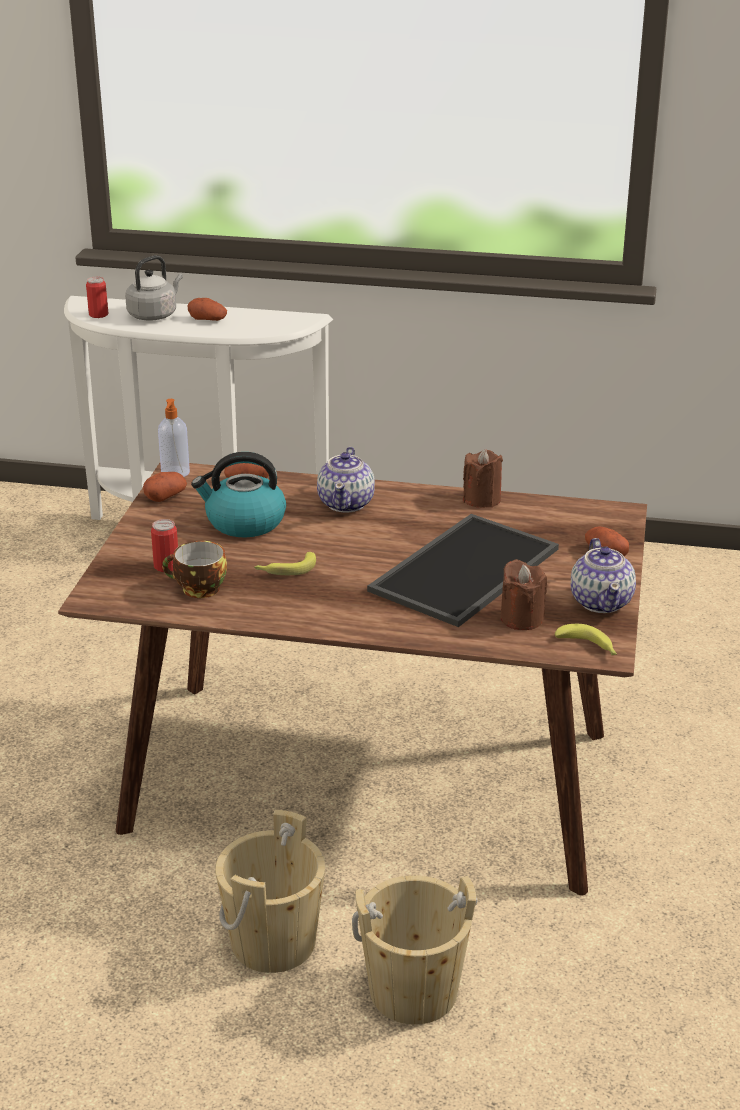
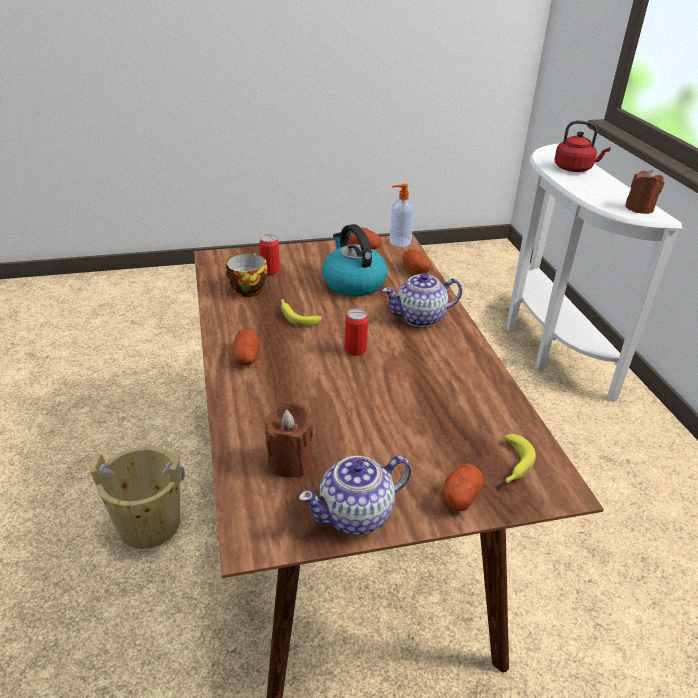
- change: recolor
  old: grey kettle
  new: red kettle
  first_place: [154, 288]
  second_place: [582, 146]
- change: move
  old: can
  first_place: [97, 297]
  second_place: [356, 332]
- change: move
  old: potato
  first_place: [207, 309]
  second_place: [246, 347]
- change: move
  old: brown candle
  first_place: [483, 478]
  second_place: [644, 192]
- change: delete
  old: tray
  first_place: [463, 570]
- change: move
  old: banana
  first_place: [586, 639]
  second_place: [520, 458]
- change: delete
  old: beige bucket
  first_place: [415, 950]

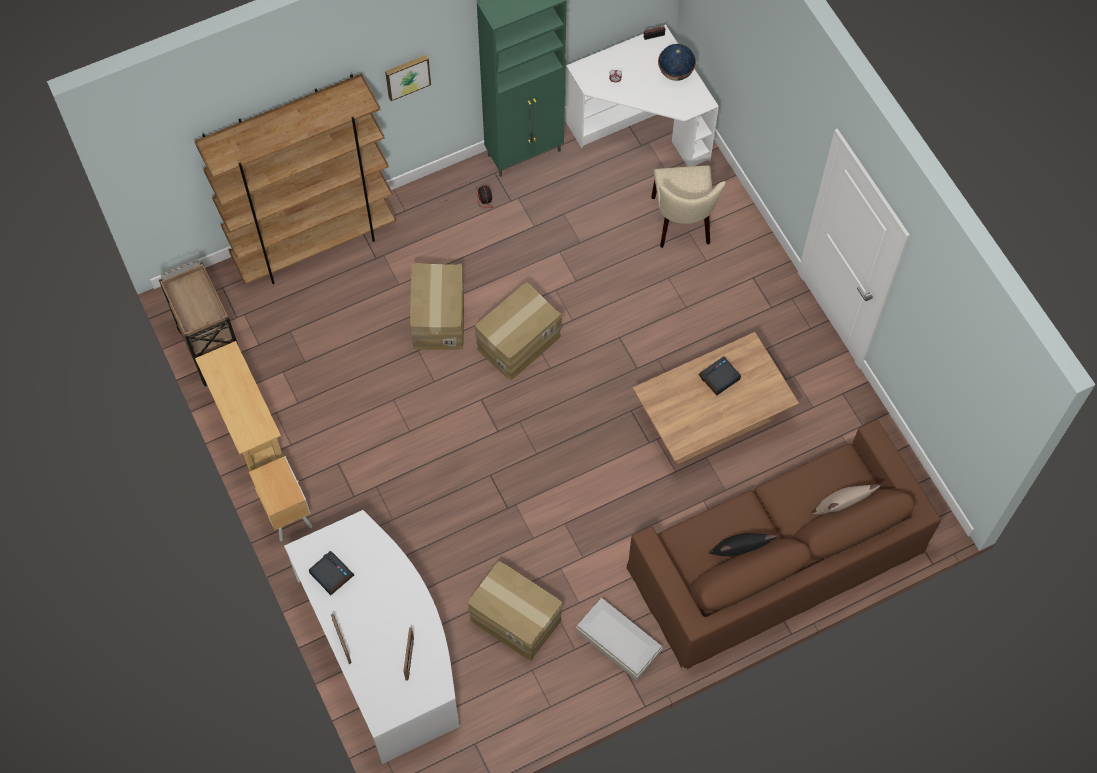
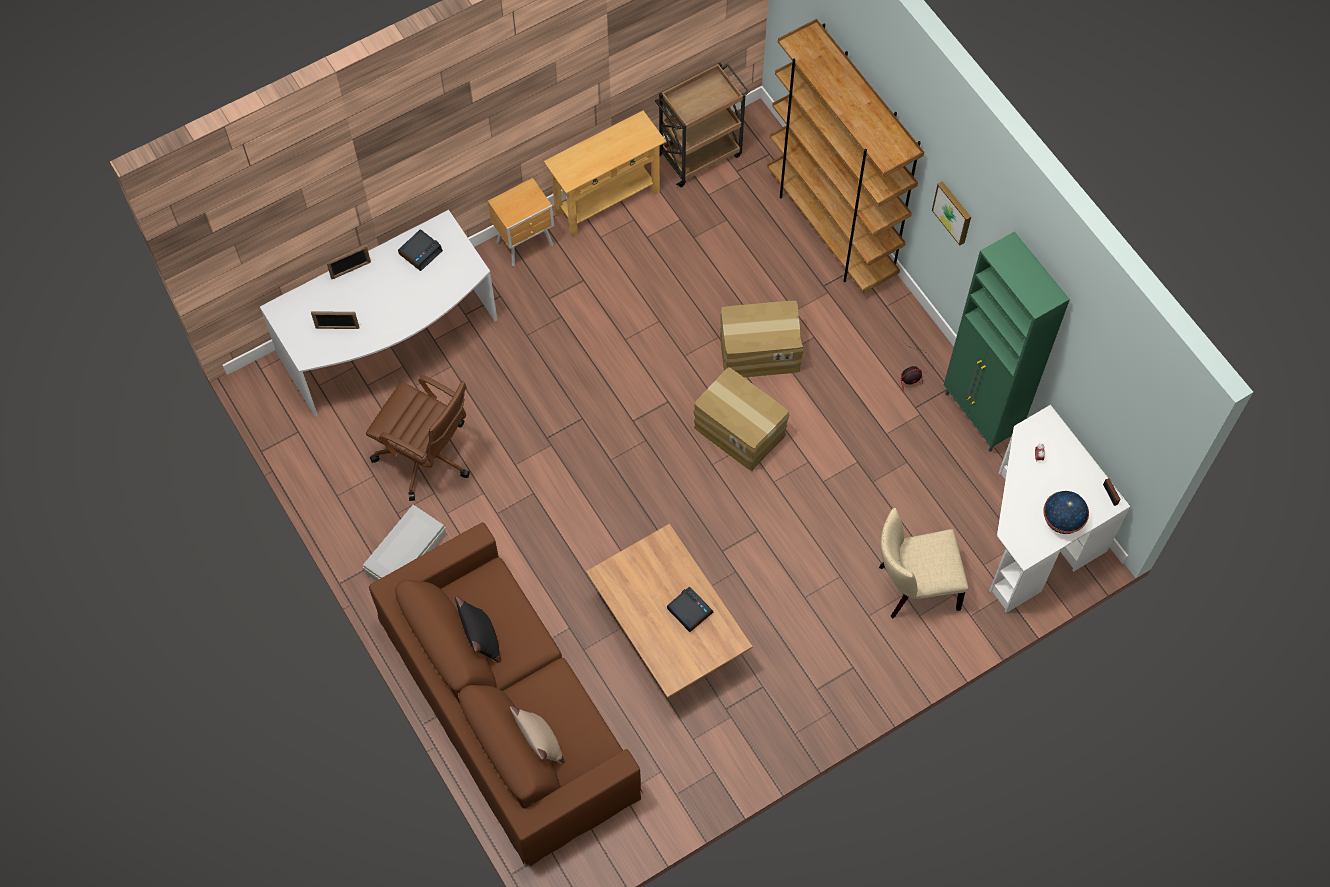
- change: replace
  old: cardboard box
  new: brown office chair
  first_place: [515, 611]
  second_place: [418, 438]

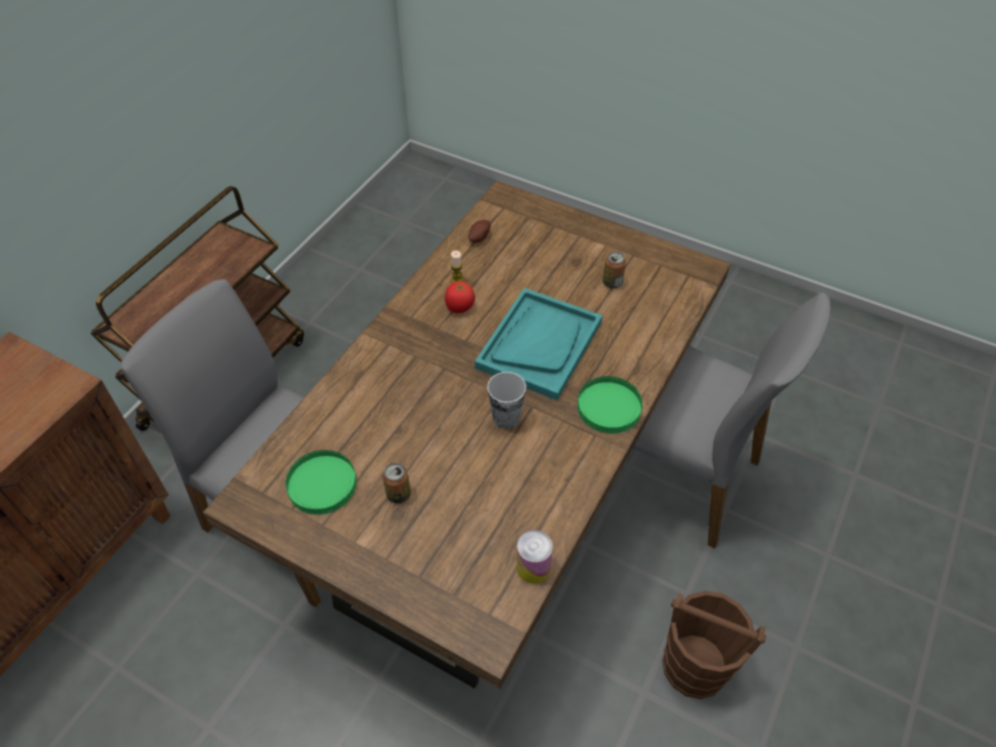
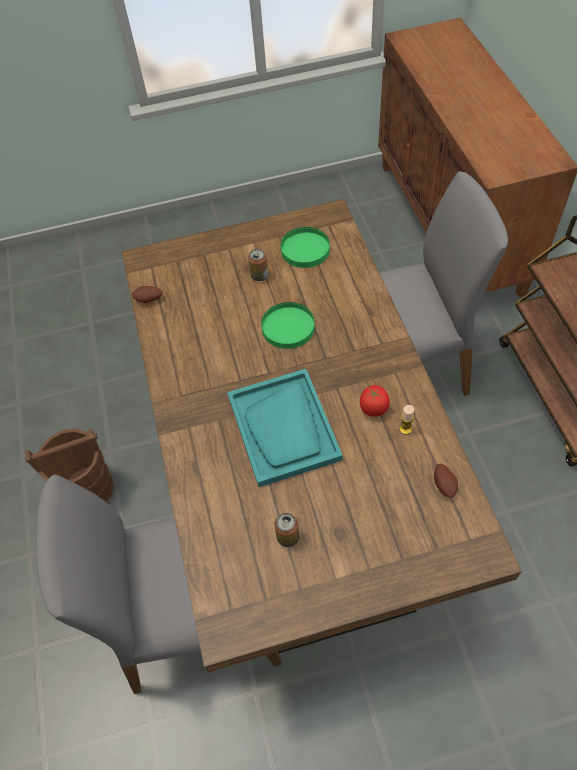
- change: delete
  old: cup
  first_place: [506, 400]
- change: move
  old: green plate
  first_place: [610, 405]
  second_place: [288, 325]
- change: replace
  old: can
  new: potato
  first_place: [534, 557]
  second_place: [147, 294]

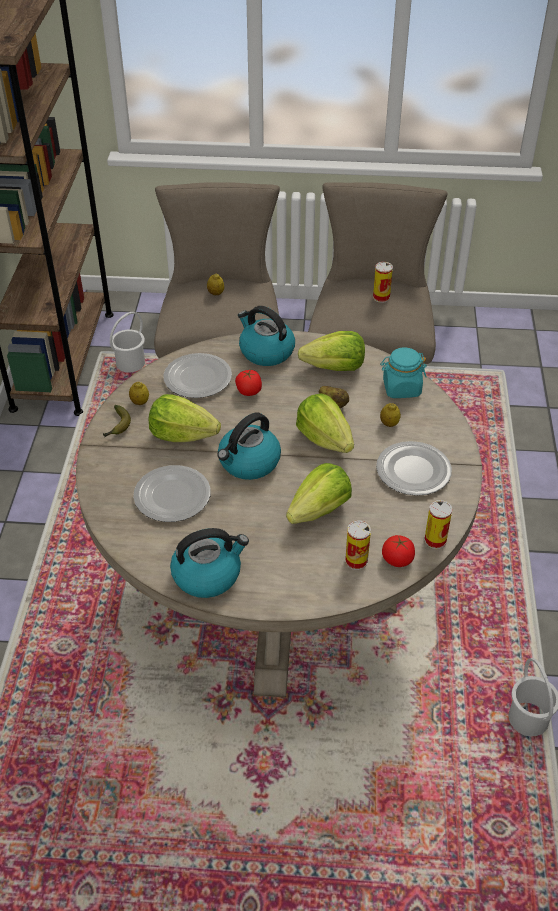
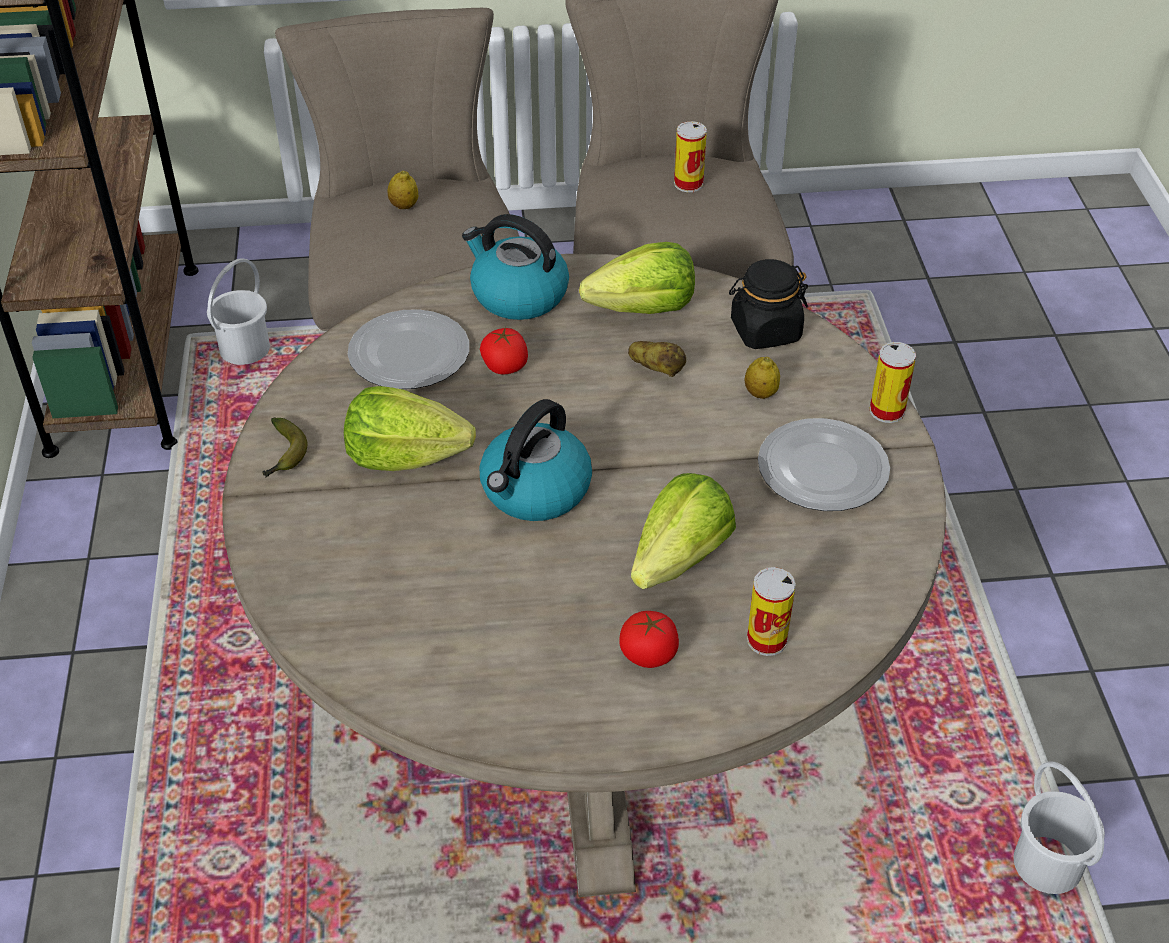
- change: recolor
  old: turquoise jar
  new: black jar
  first_place: [403, 372]
  second_place: [768, 304]
- change: delete
  old: lemon
  first_place: [139, 393]
- change: delete
  old: lettuce
  first_place: [325, 423]
- change: delete
  old: plate
  first_place: [172, 493]
- change: move
  old: can
  first_place: [438, 524]
  second_place: [893, 382]
- change: delete
  old: kettle
  first_place: [209, 563]
- change: move
  old: tomato
  first_place: [398, 551]
  second_place: [649, 639]

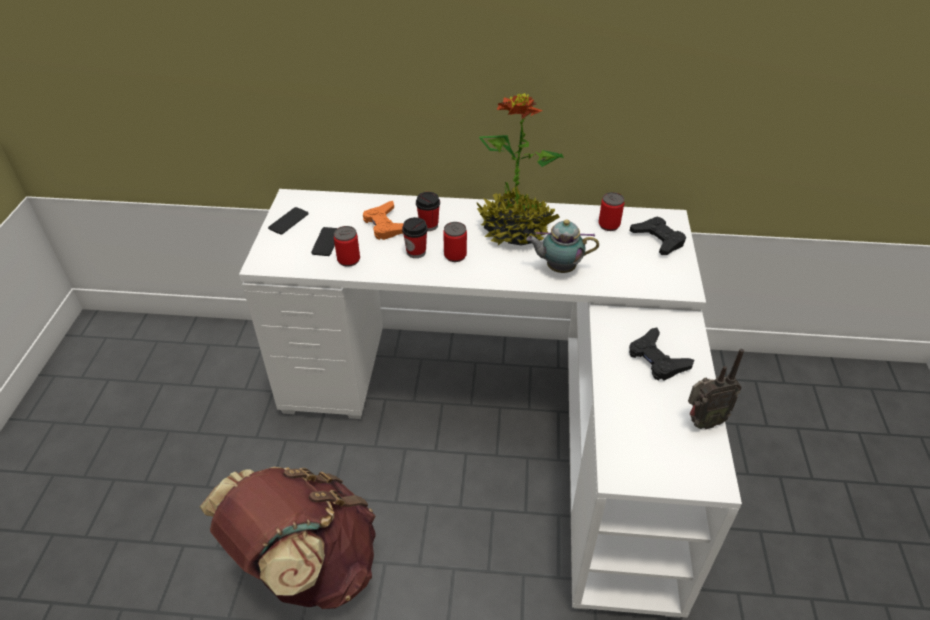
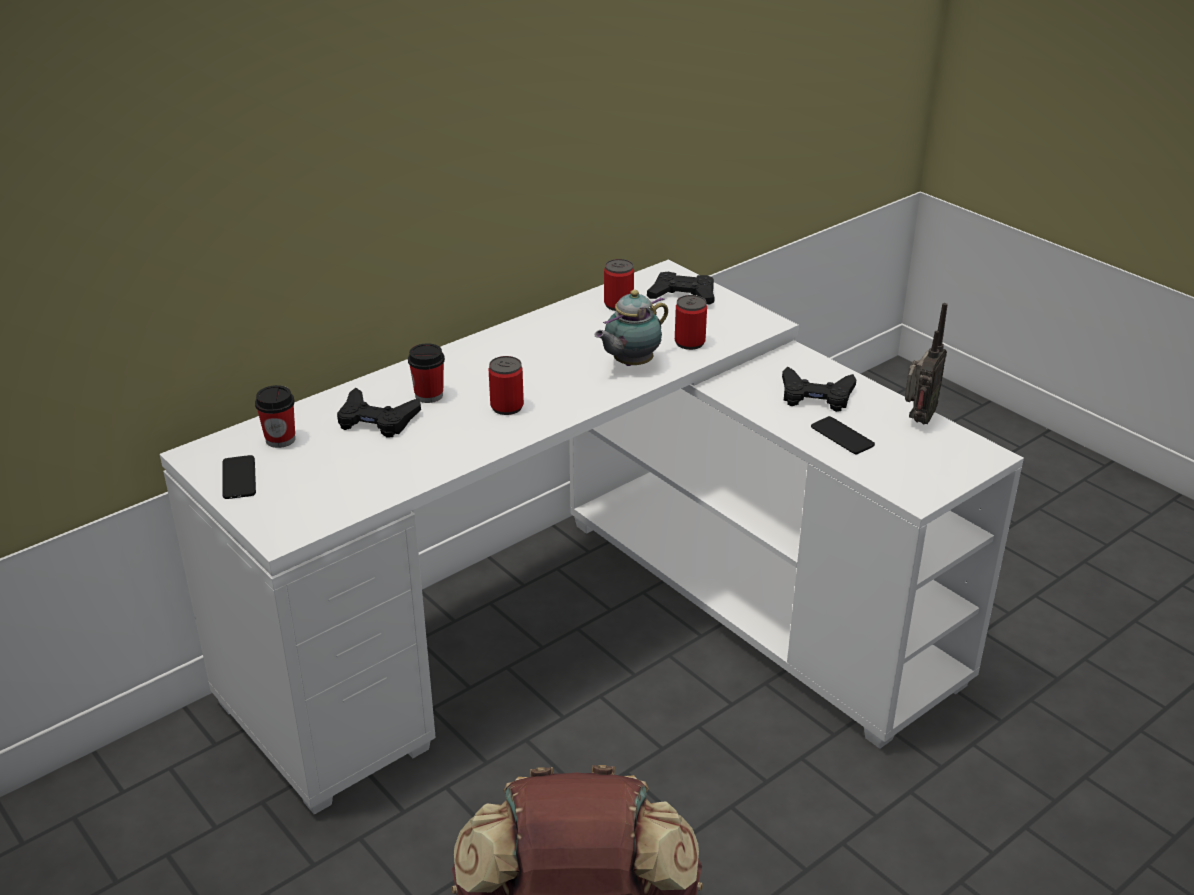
- change: delete
  old: potted plant
  first_place: [520, 169]
- change: recolor
  old: orange game controller
  new: black game controller
  first_place: [383, 220]
  second_place: [379, 413]
- change: move
  old: cup
  first_place: [415, 237]
  second_place: [275, 416]
- change: move
  old: can
  first_place: [347, 246]
  second_place: [691, 322]
- change: move
  old: phone
  first_place: [324, 241]
  second_place: [843, 435]

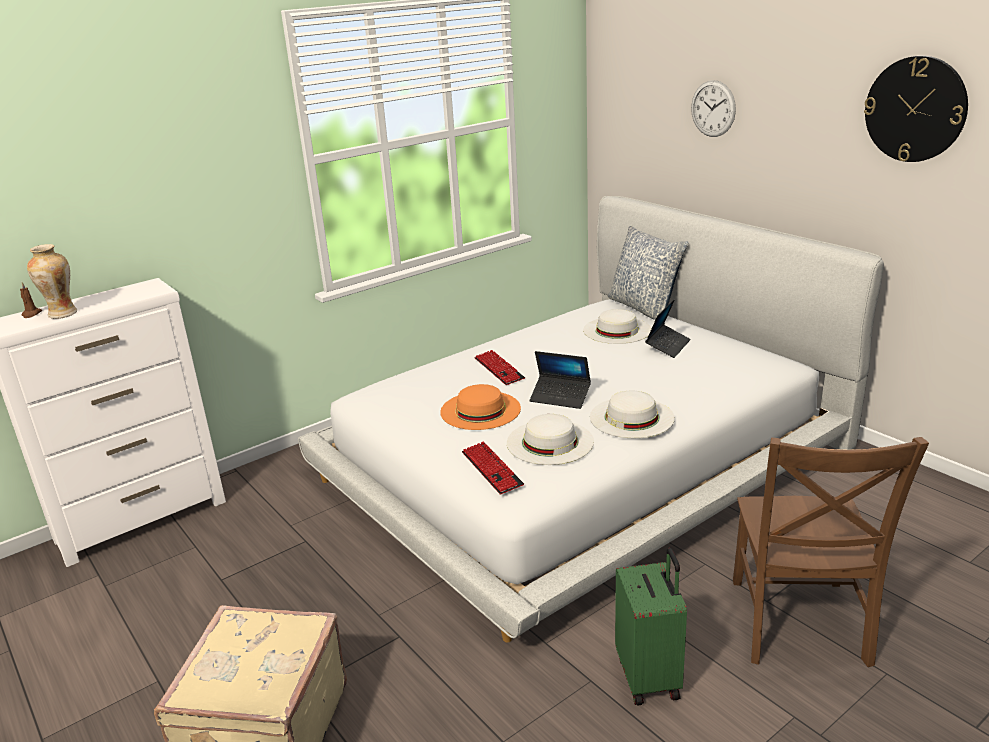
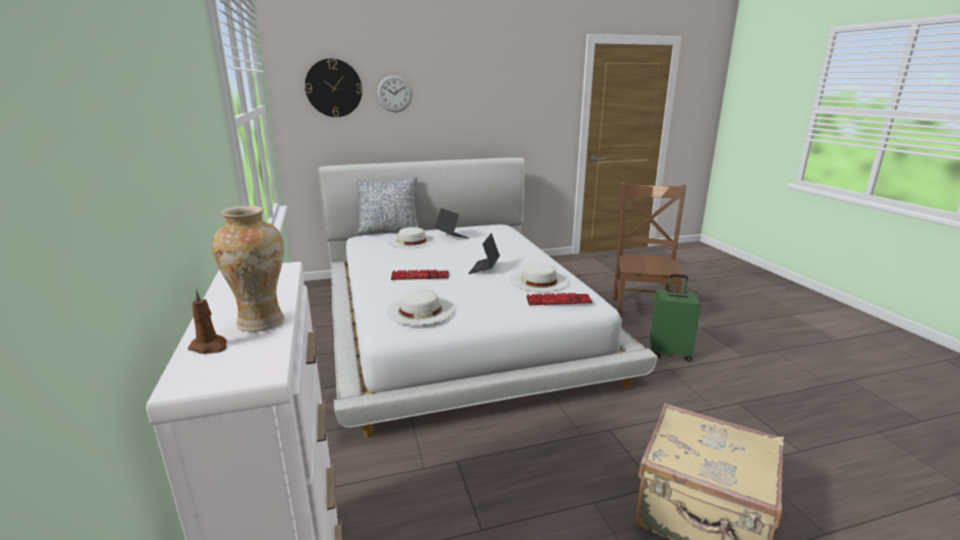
- change: move
  old: wall clock
  first_place: [916, 109]
  second_place: [333, 88]
- change: rotate
  old: laptop
  first_place: [560, 380]
  second_place: [484, 253]
  degrees: 150
- change: delete
  old: orange hat
  first_place: [480, 407]
- change: move
  old: white hat
  first_place: [632, 414]
  second_place: [420, 307]
- change: rotate
  old: brown chair
  first_place: [831, 552]
  second_place: [649, 249]
  degrees: -105

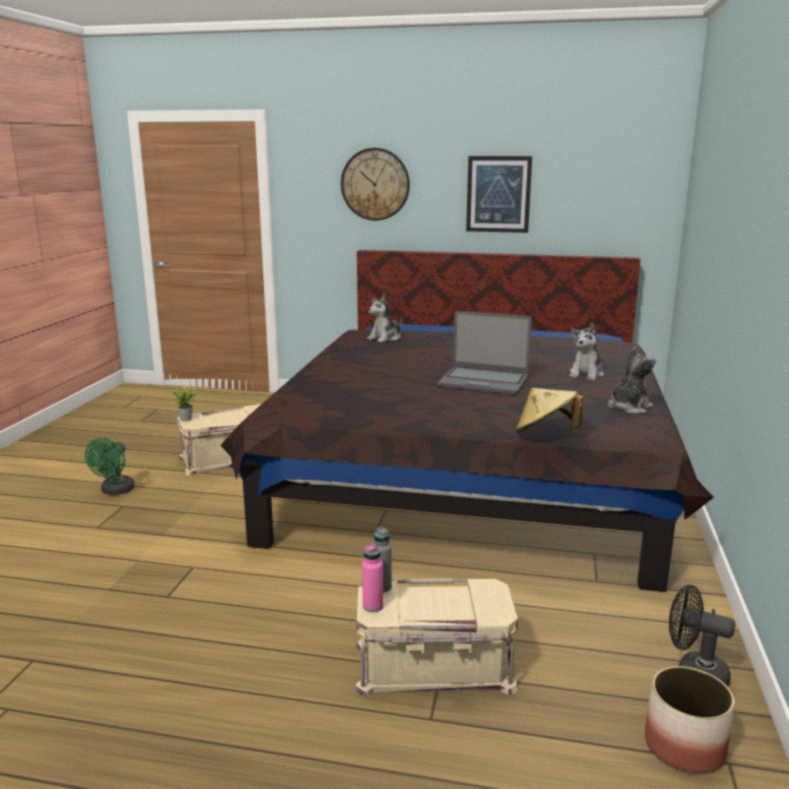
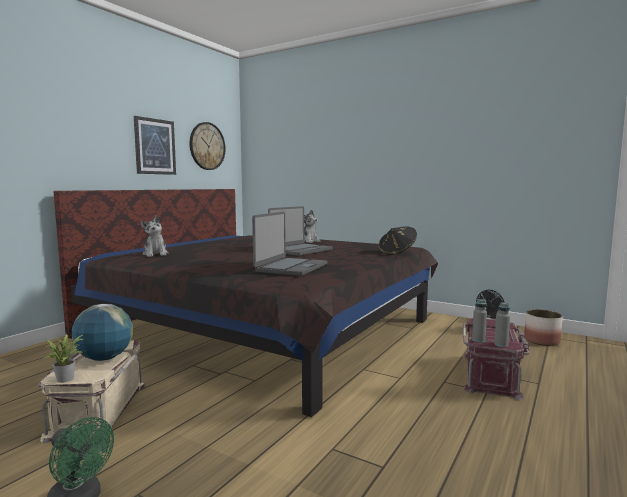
- change: move
  old: wall clock
  first_place: [375, 184]
  second_place: [208, 146]
- change: delete
  old: plush toy
  first_place: [632, 380]
- change: recolor
  old: beige hat
  new: black hat
  first_place: [549, 410]
  second_place: [397, 240]
- change: recolor
  old: pink bottle
  new: grey bottle
  first_place: [372, 577]
  second_place: [502, 324]
- change: recolor
  old: beige storage box
  new: red storage box
  first_place: [436, 638]
  second_place: [496, 359]
- change: insert
  new: laptop
  second_place: [289, 244]
- change: insert
  new: globe
  second_place: [102, 332]

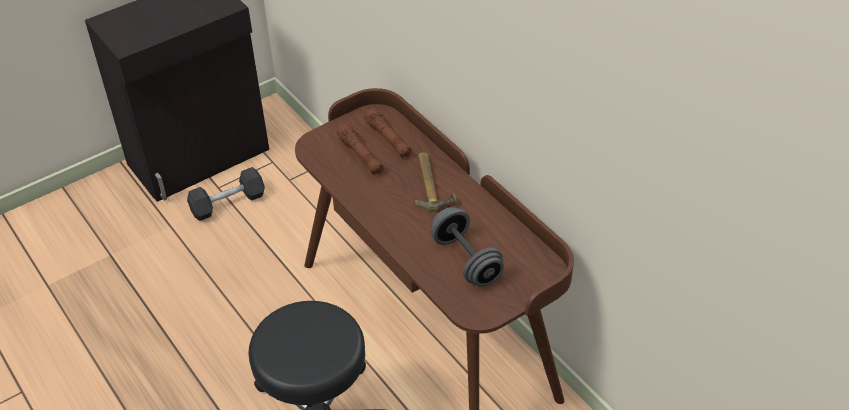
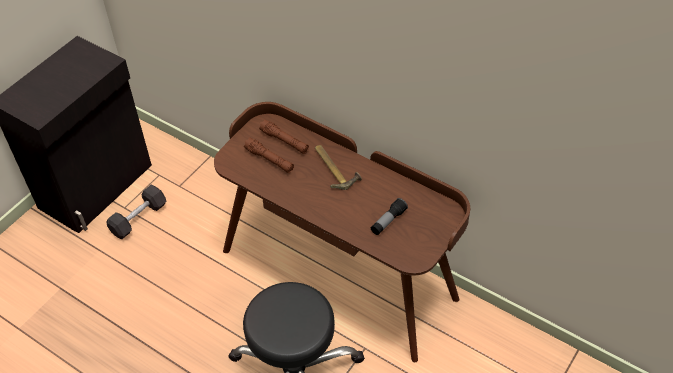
- change: replace
  old: grey dumbbell
  new: flashlight
  first_place: [467, 247]
  second_place: [389, 216]

